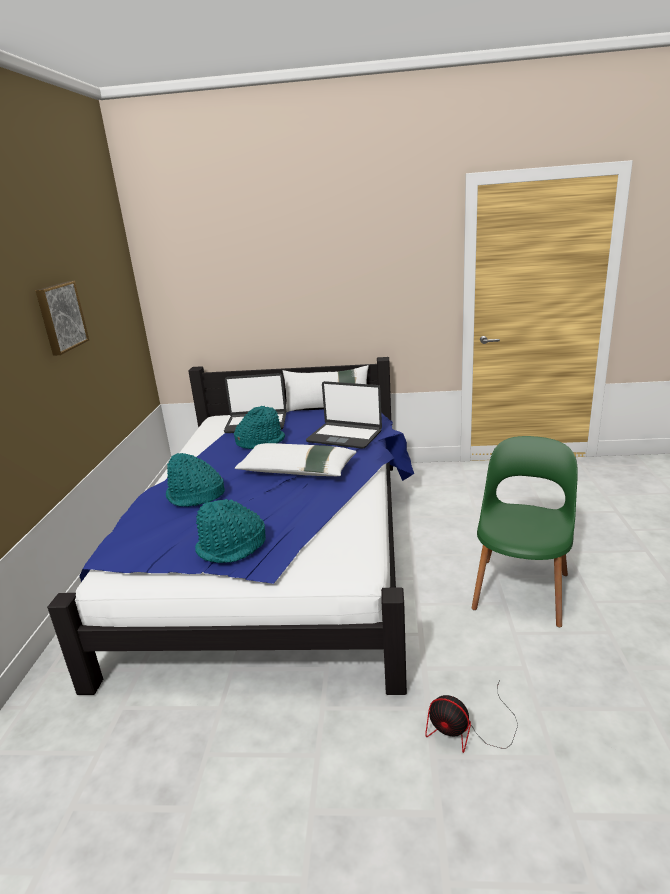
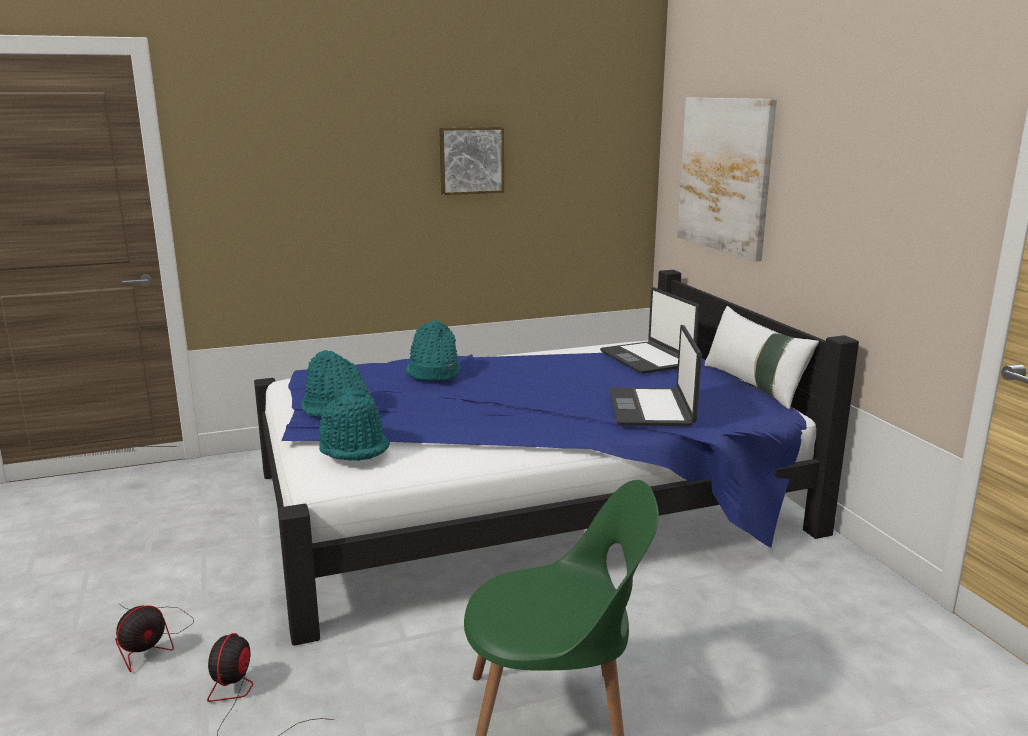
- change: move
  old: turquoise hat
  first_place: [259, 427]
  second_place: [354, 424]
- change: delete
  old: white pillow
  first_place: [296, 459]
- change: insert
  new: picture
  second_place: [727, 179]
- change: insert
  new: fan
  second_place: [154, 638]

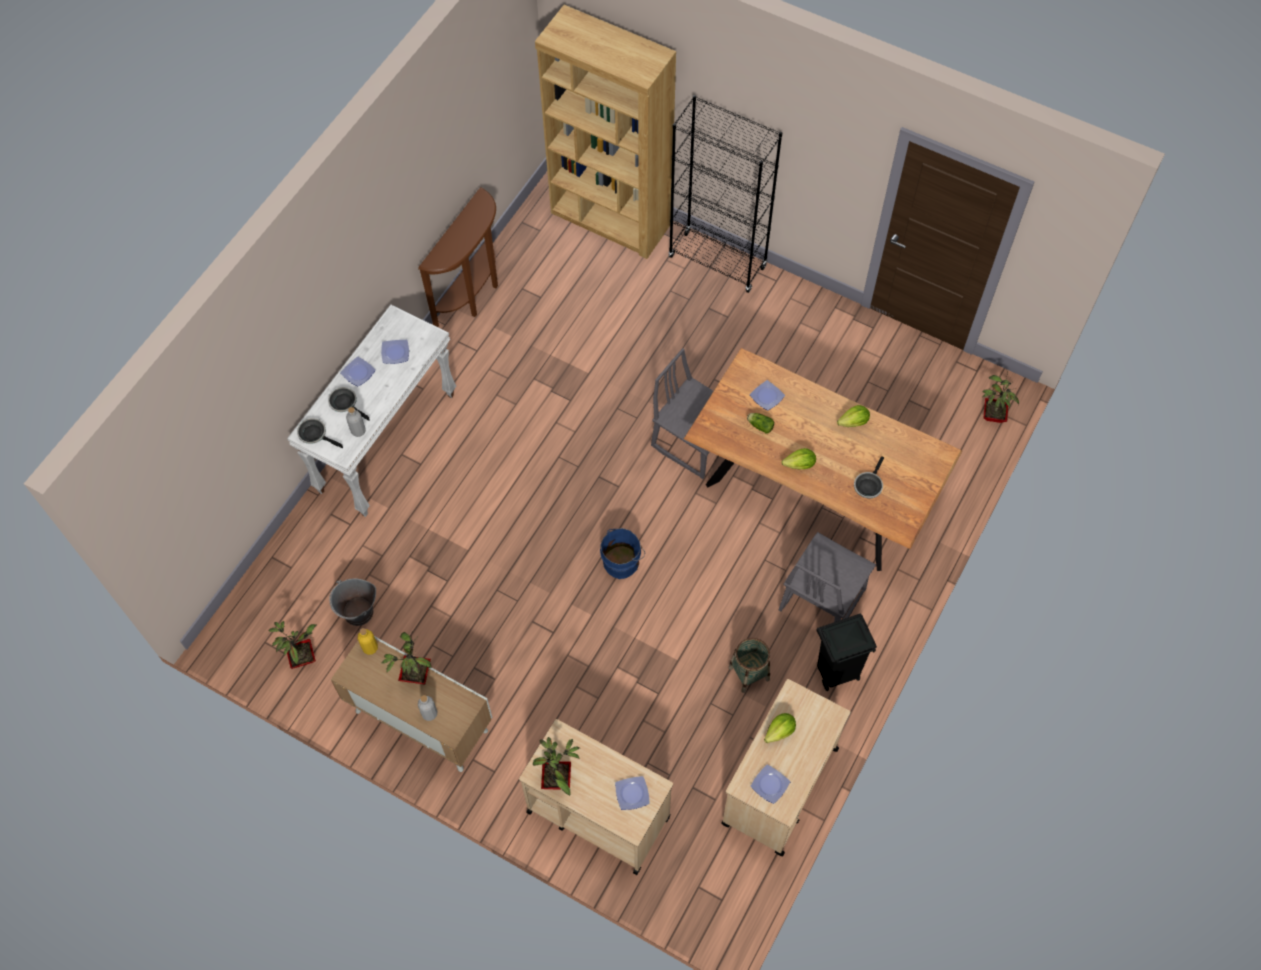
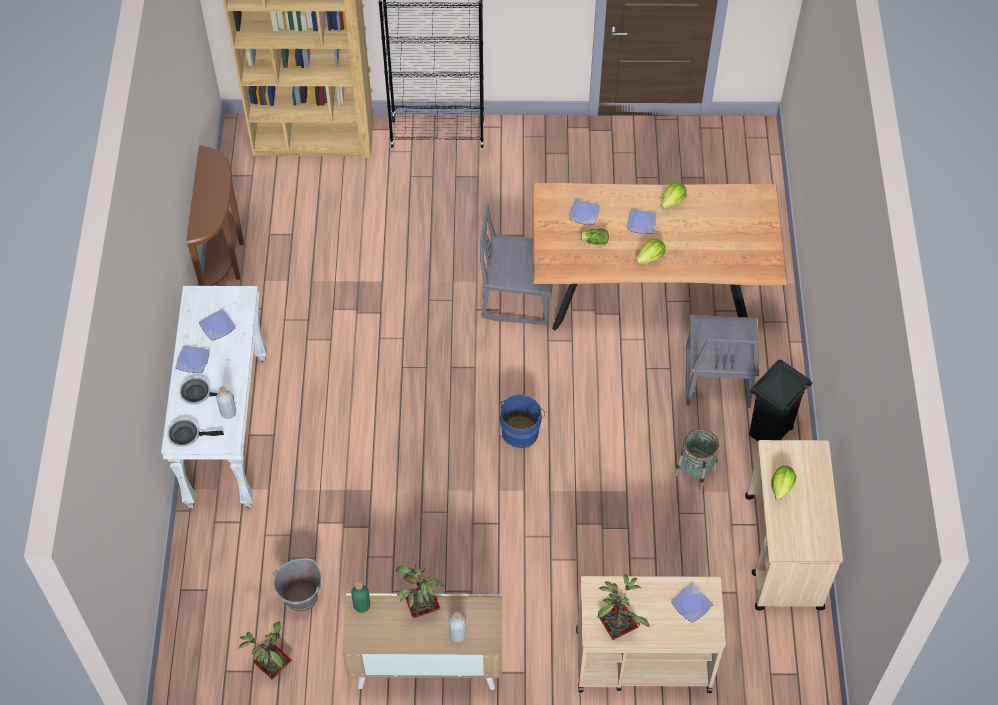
- change: delete
  old: potted plant
  first_place: [1000, 397]
- change: delete
  old: frying pan
  first_place: [869, 477]
- change: recolor
  old: yellow bottle
  new: green bottle
  first_place: [368, 641]
  second_place: [360, 597]
- change: move
  old: plate
  first_place: [770, 784]
  second_place: [641, 222]

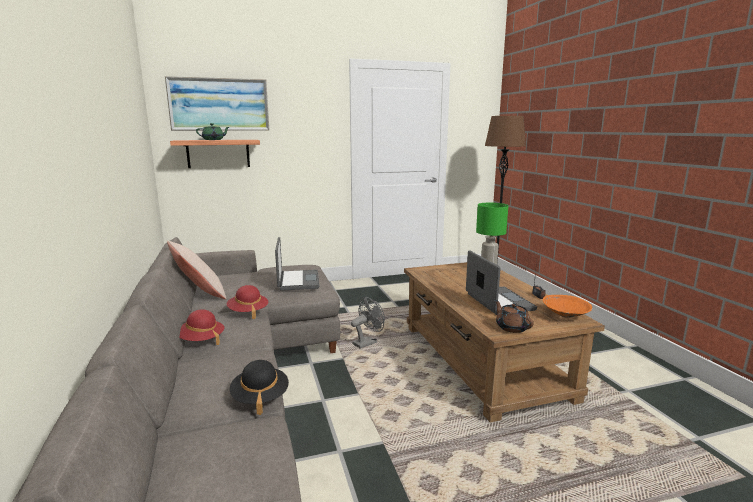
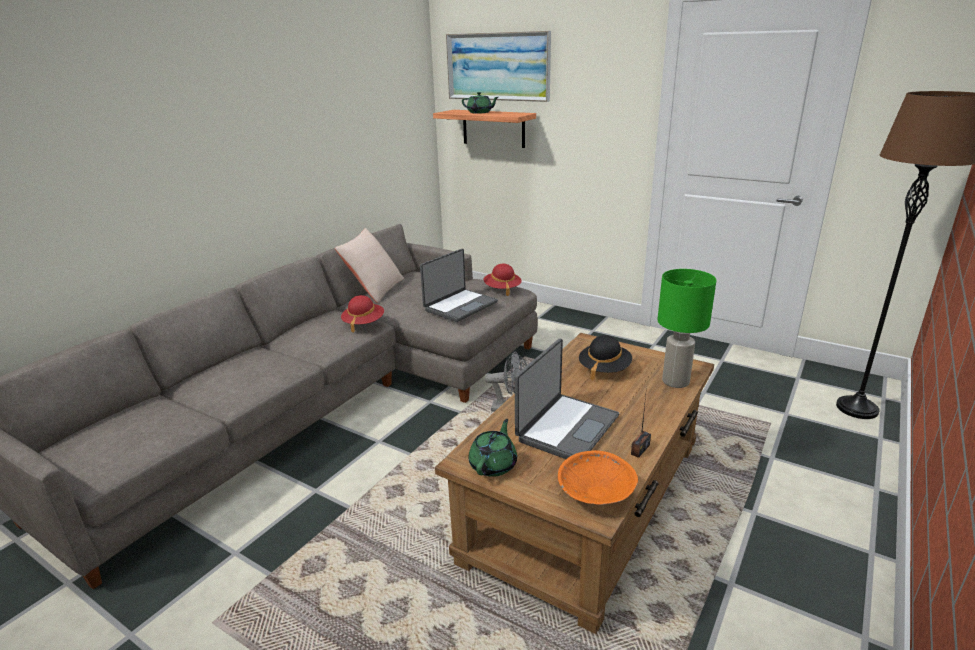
- change: recolor
  old: brown teapot
  new: green teapot
  first_place: [514, 316]
  second_place: [492, 448]
- change: move
  old: red hat
  first_place: [202, 327]
  second_place: [502, 280]
- change: move
  old: black hat
  first_place: [259, 387]
  second_place: [605, 357]

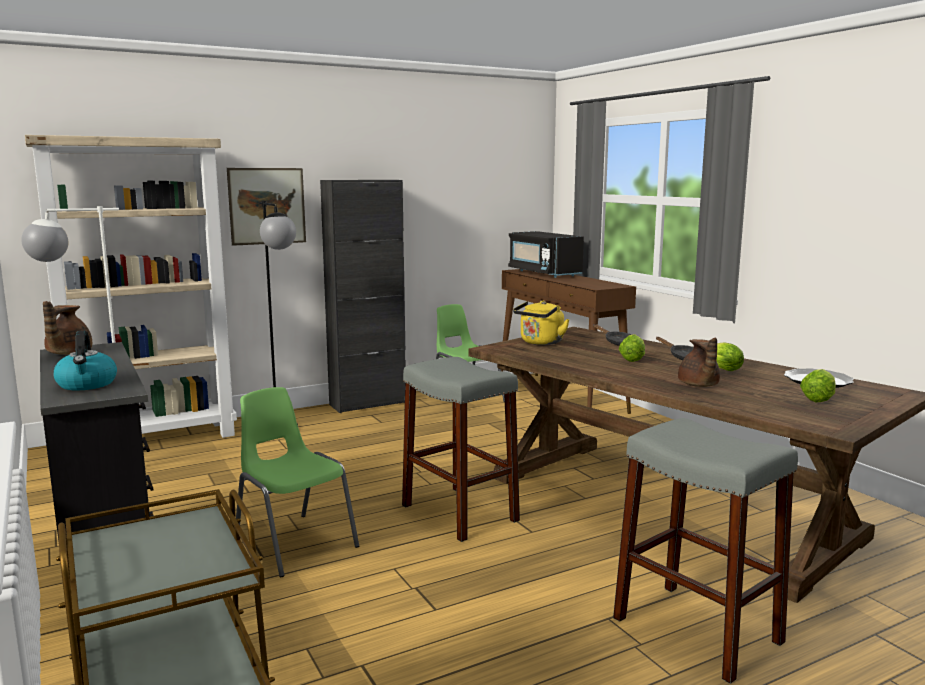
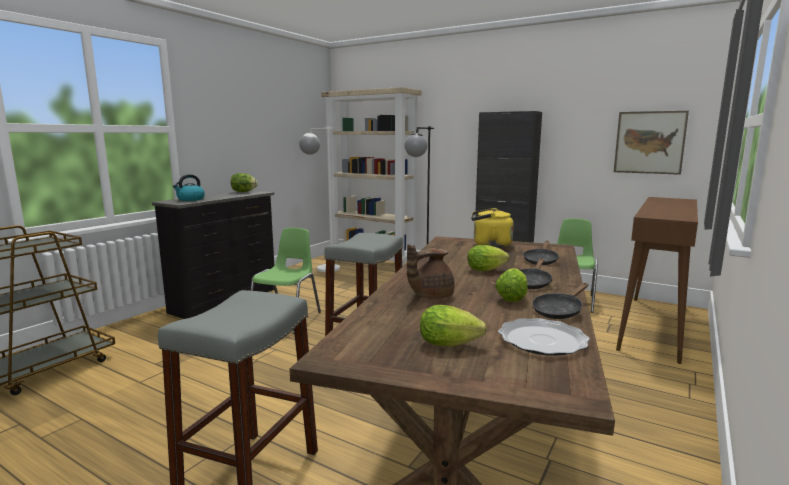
- change: move
  old: picture
  first_place: [266, 207]
  second_place: [651, 143]
- change: delete
  old: black microwave
  first_place: [546, 254]
- change: replace
  old: brown teapot
  new: lettuce
  first_place: [67, 328]
  second_place: [244, 182]
- change: insert
  new: black frying pan
  second_place: [560, 301]

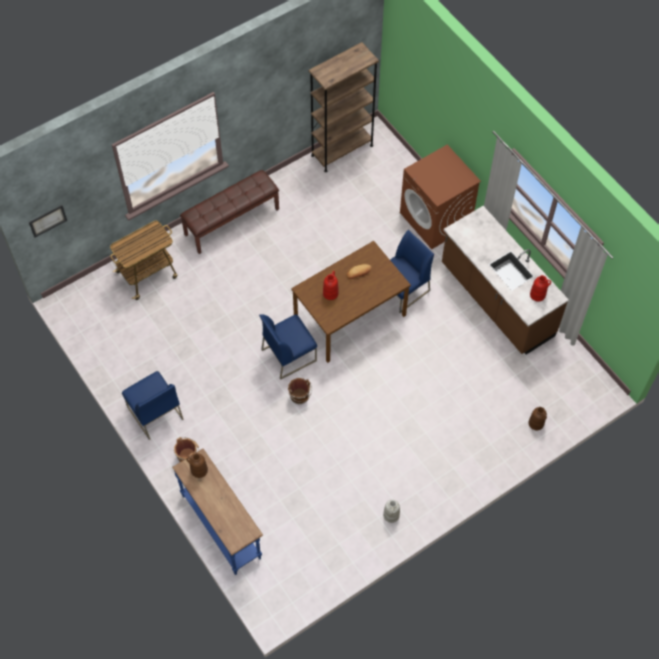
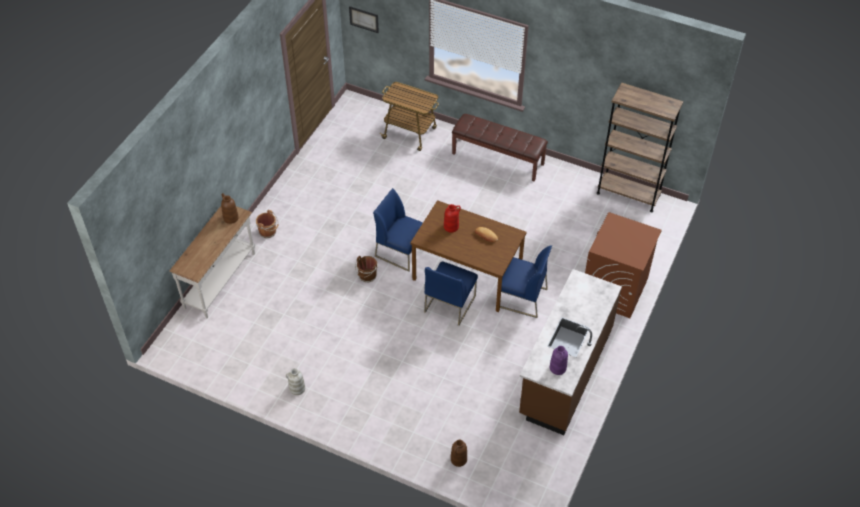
- change: recolor
  old: red vase
  new: purple vase
  first_place: [540, 288]
  second_place: [559, 360]
- change: move
  old: blue chair
  first_place: [152, 405]
  second_place: [451, 293]
- change: recolor
  old: blue console table
  new: white console table
  first_place: [217, 512]
  second_place: [212, 262]

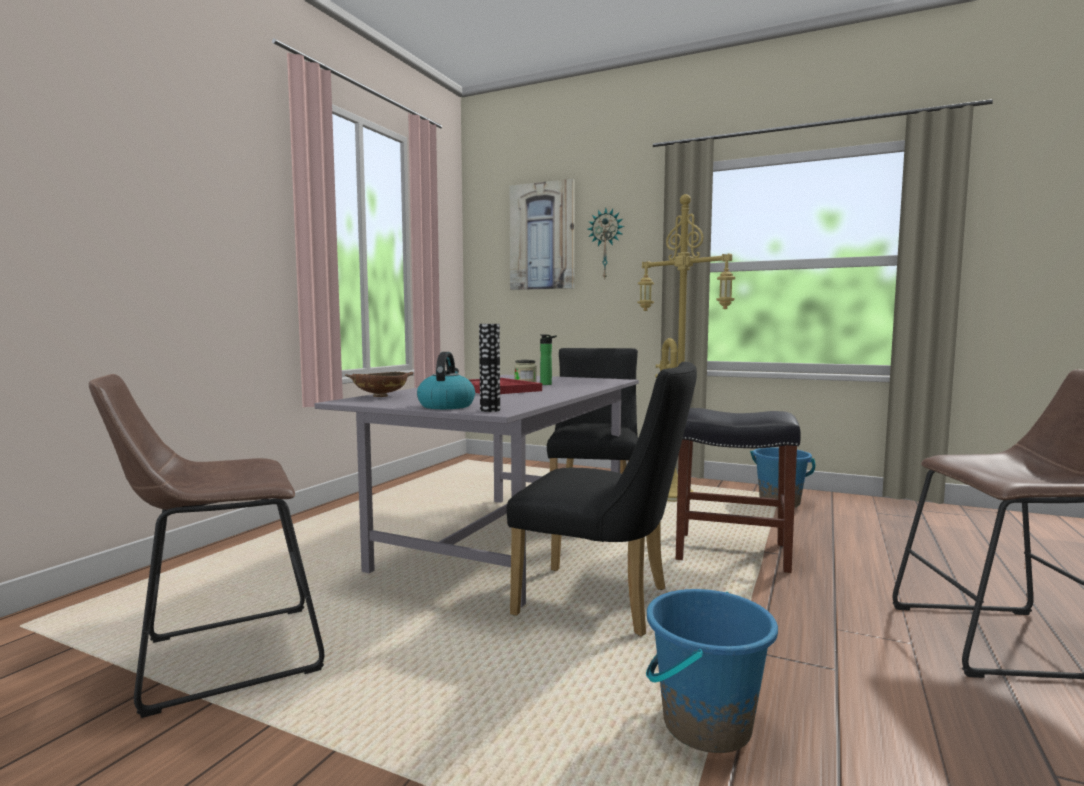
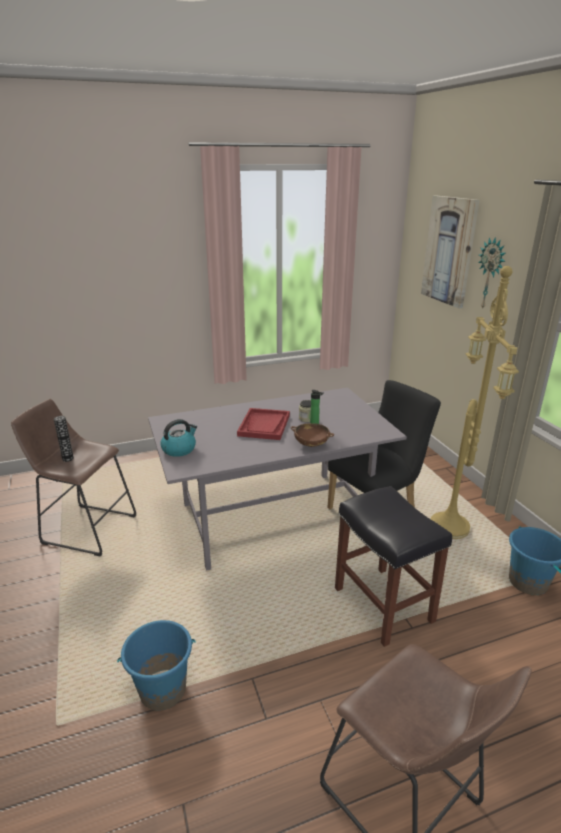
- change: move
  old: vase
  first_place: [489, 368]
  second_place: [64, 439]
- change: delete
  old: black chair
  first_place: [602, 499]
- change: move
  old: brown bowl
  first_place: [379, 384]
  second_place: [312, 435]

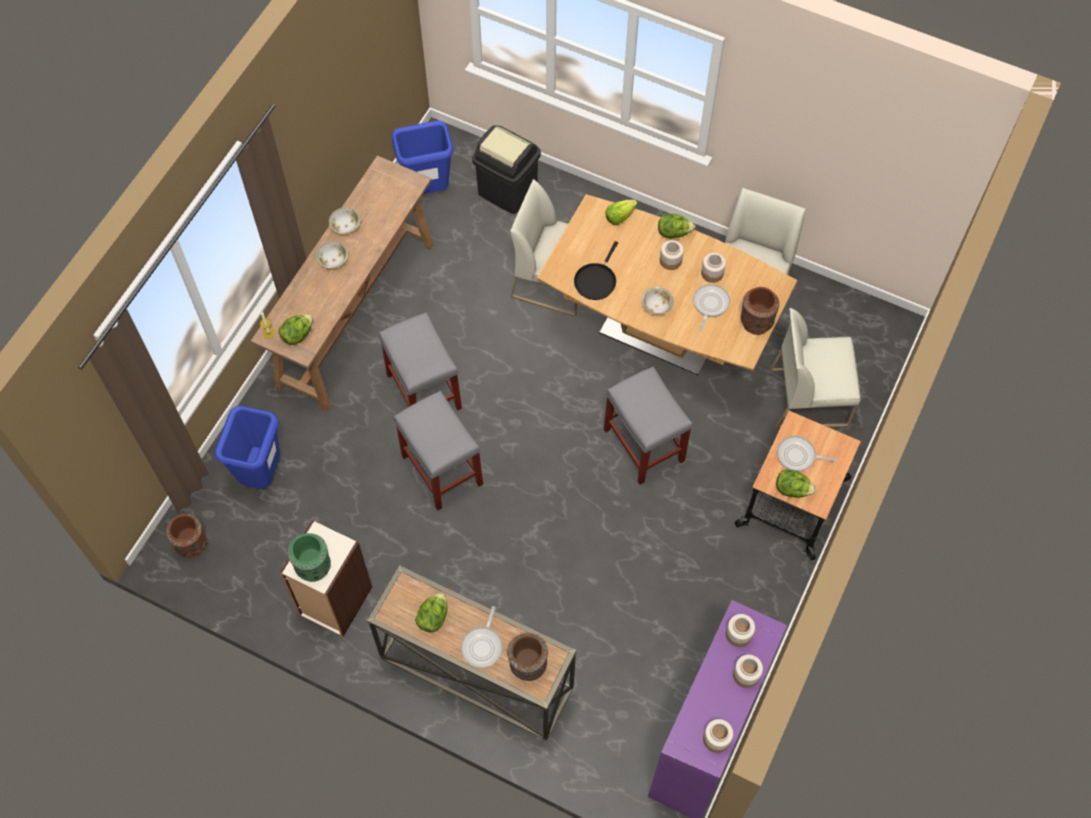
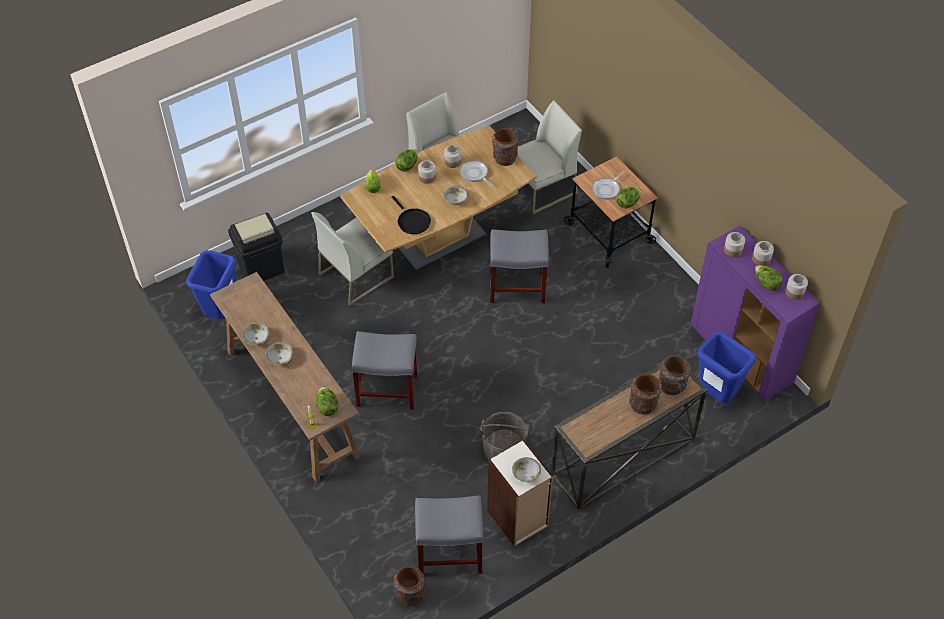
- change: rotate
  old: white chair
  first_place: [815, 368]
  second_place: [550, 157]
  degrees: -150
- change: move
  old: grey stool
  first_place: [438, 451]
  second_place: [449, 535]
- change: move
  old: blue trash can
  first_place: [247, 447]
  second_place: [727, 367]
- change: replace
  old: green vase
  new: bowl
  first_place: [309, 557]
  second_place: [526, 469]
- change: move
  old: lettuce
  first_place: [431, 612]
  second_place: [769, 278]
- change: replace
  old: frying pan
  new: brown vase
  first_place: [482, 637]
  second_place: [645, 394]
- change: insert
  new: grey bucket
  second_place: [505, 435]

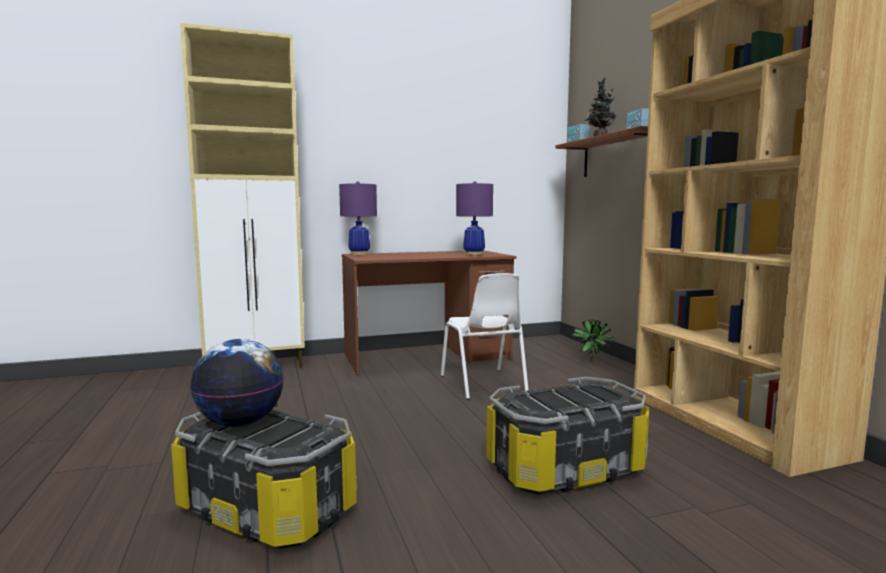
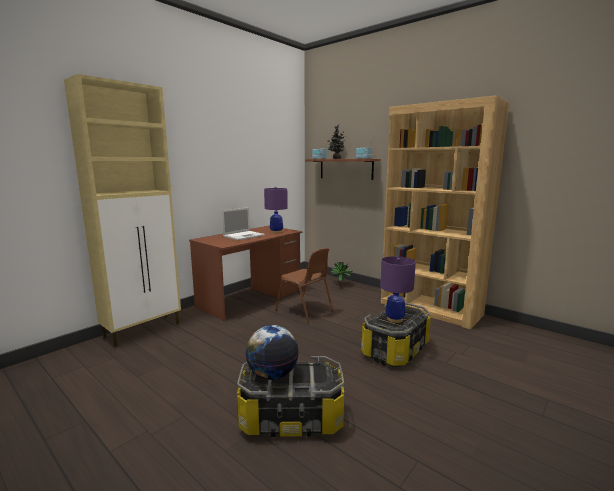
- change: move
  old: purple table lamp
  first_place: [358, 218]
  second_place: [398, 289]
- change: recolor
  old: white chair
  new: brown chair
  first_place: [485, 336]
  second_place: [304, 285]
- change: insert
  new: laptop
  second_place: [243, 223]

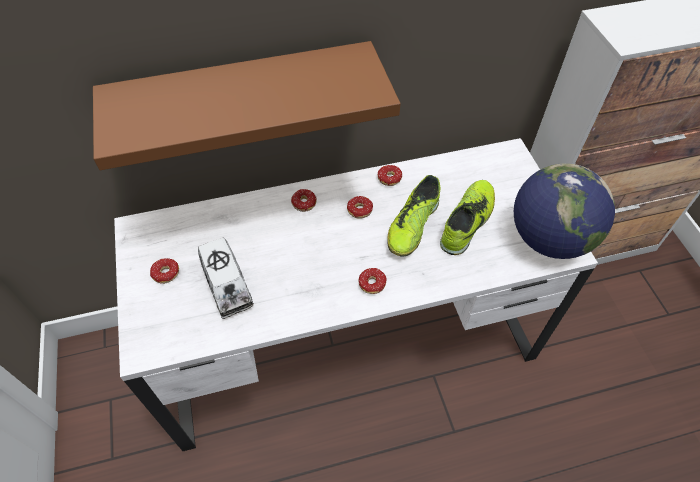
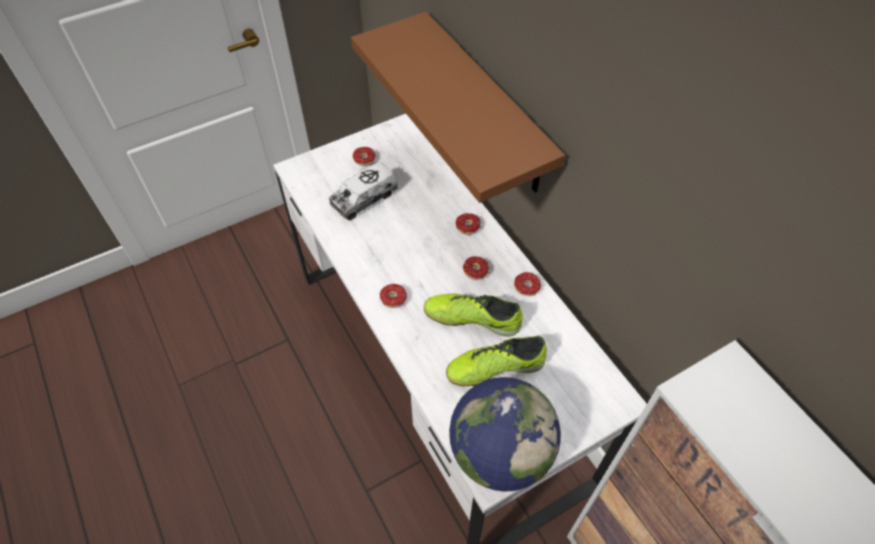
- change: rotate
  old: shoe
  first_place: [467, 217]
  second_place: [496, 361]
  degrees: 150

